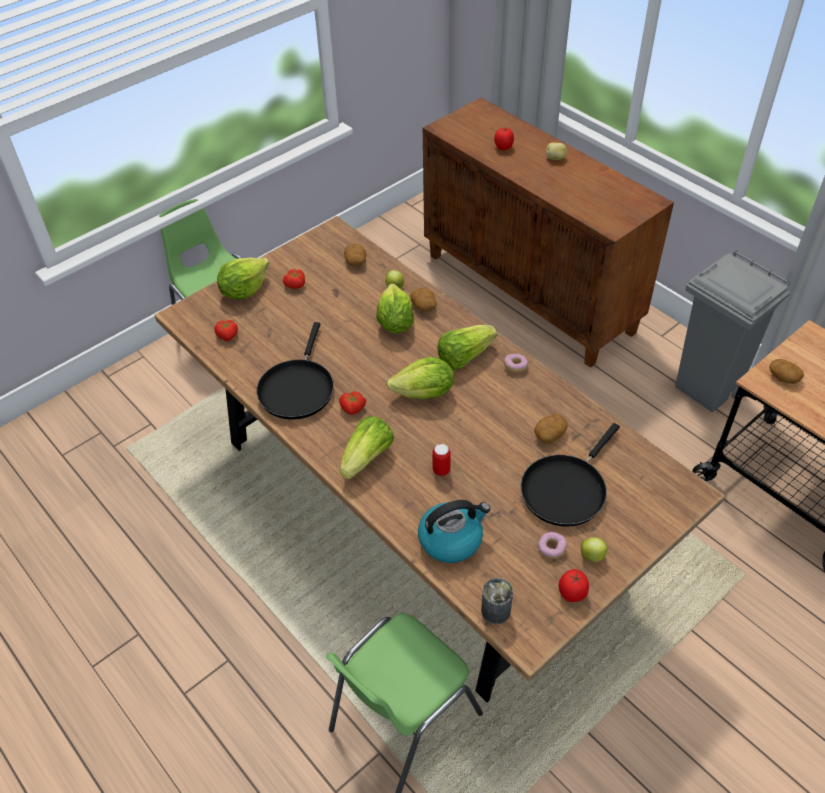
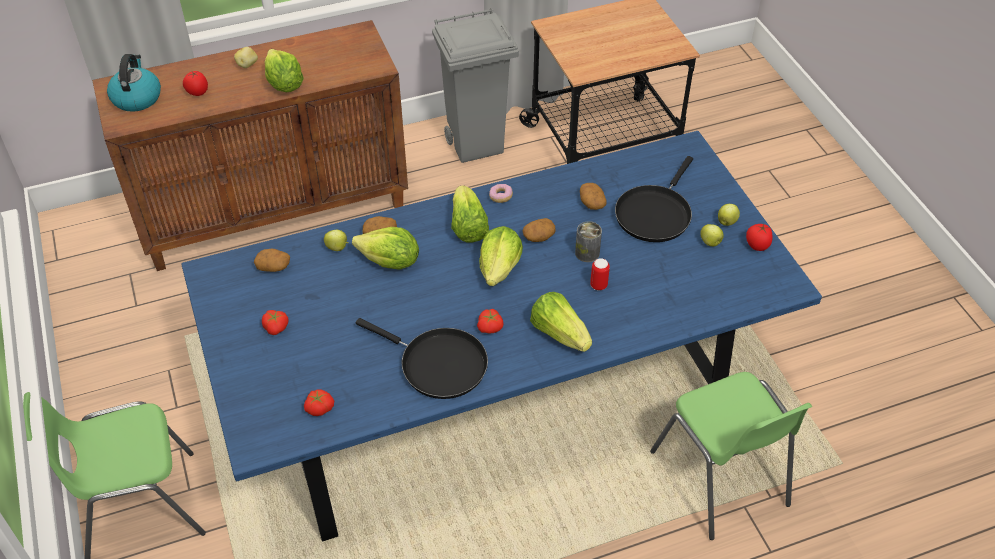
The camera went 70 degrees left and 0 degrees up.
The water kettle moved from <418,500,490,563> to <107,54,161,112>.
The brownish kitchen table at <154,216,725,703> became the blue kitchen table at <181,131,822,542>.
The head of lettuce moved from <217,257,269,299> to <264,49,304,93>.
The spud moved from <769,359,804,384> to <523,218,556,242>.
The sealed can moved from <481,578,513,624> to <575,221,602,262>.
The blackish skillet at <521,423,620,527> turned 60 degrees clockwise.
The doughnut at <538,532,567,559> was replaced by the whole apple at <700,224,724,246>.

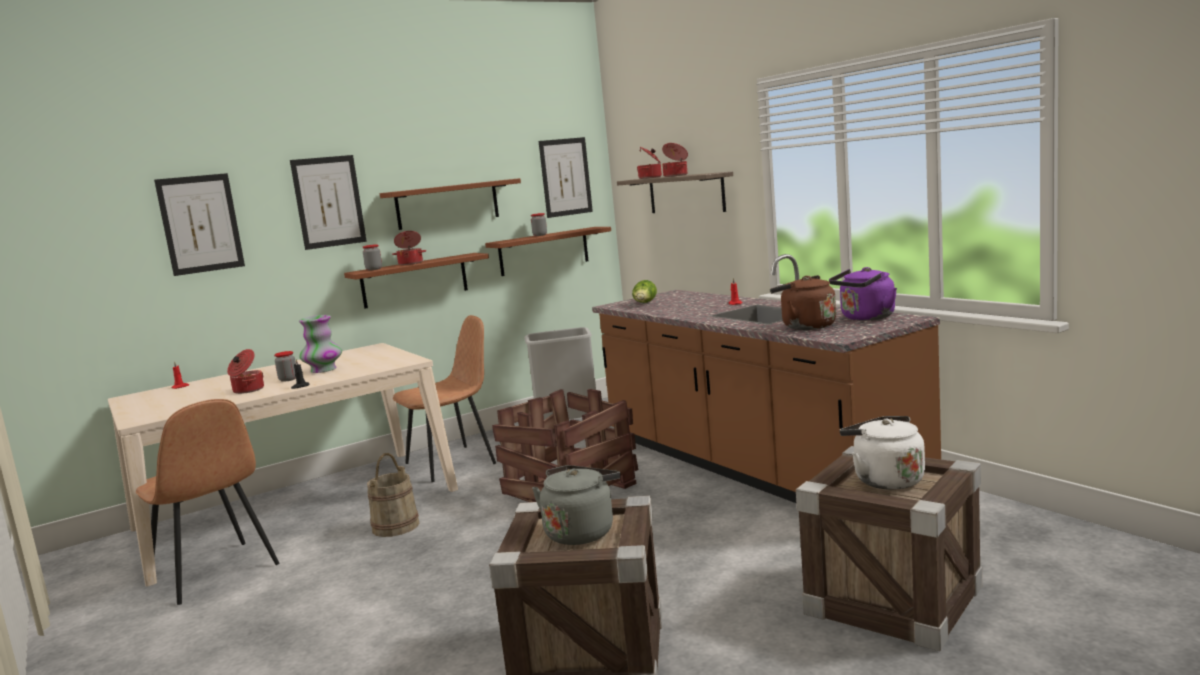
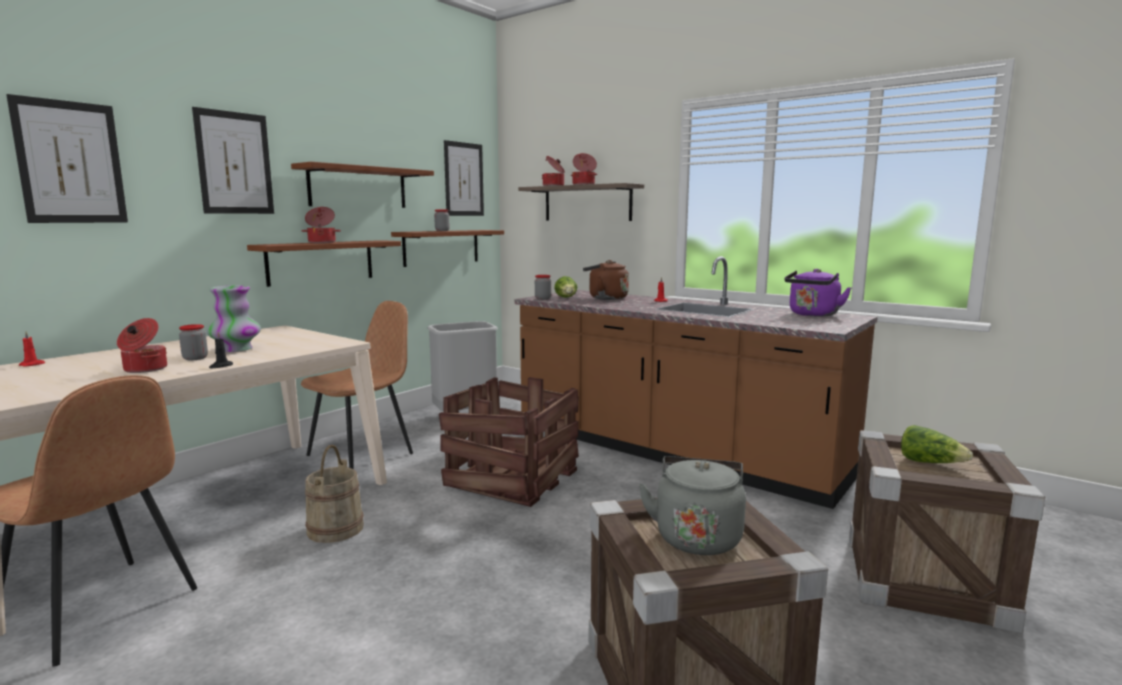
The camera went 20 degrees left and 0 degrees up.
The storage jar moved from <362,245,382,271> to <535,275,551,300>.
The brownish water kettle moved from <770,275,836,330> to <583,260,629,300>.
The whitish water kettle at <840,416,925,490> was replaced by the head of lettuce at <901,425,973,463>.

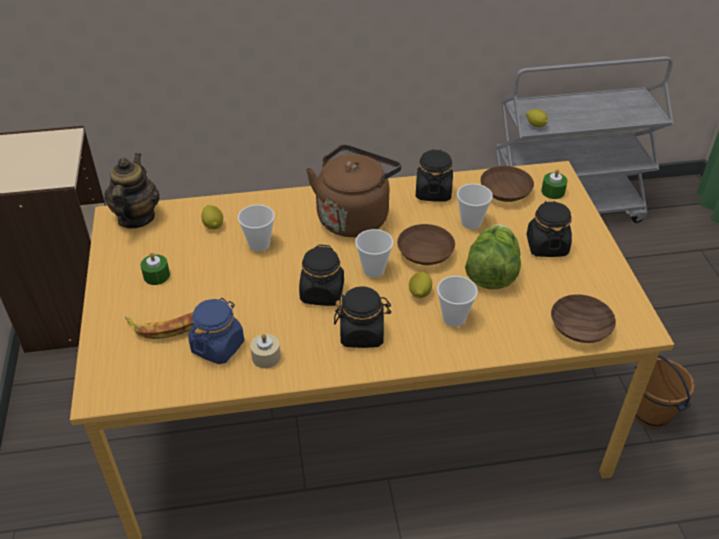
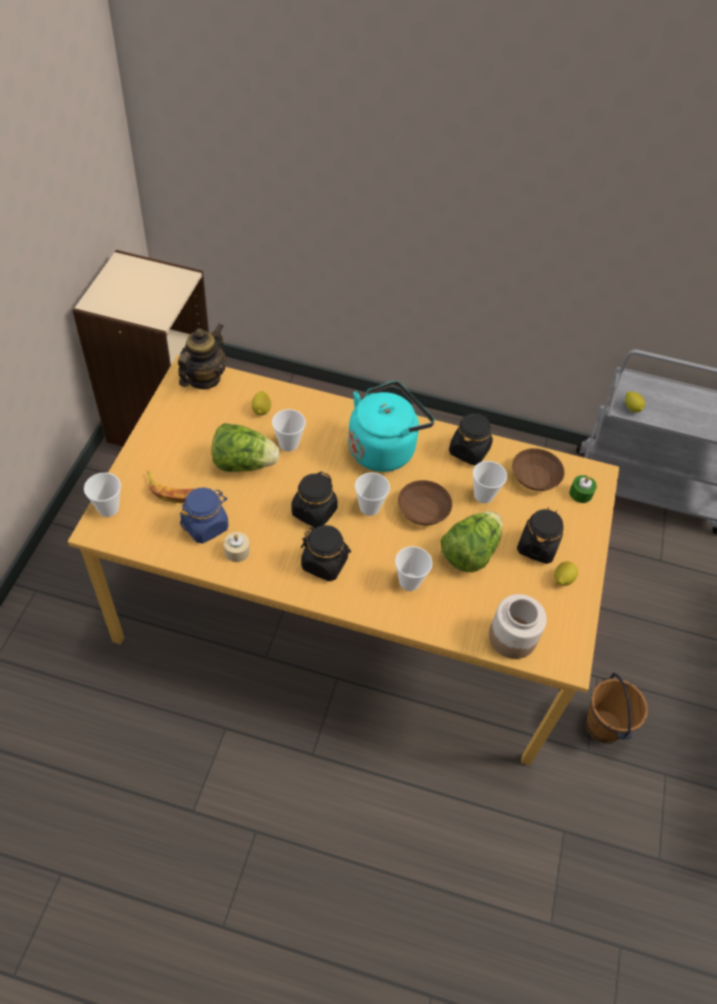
The camera went 20 degrees right and 10 degrees up.
The small cup at <84,473,121,517> appeared.
The head of lettuce at <212,423,279,472> appeared.
The brownish water kettle at <306,145,401,237> became the turquoise water kettle at <348,381,435,472>.
The brownish bowl at <551,294,616,343> was replaced by the storage jar at <489,594,547,659>.
The lemon moved from <409,272,432,298> to <554,561,578,586>.
The green-coloured wax candle at <140,252,170,285> disappeared.

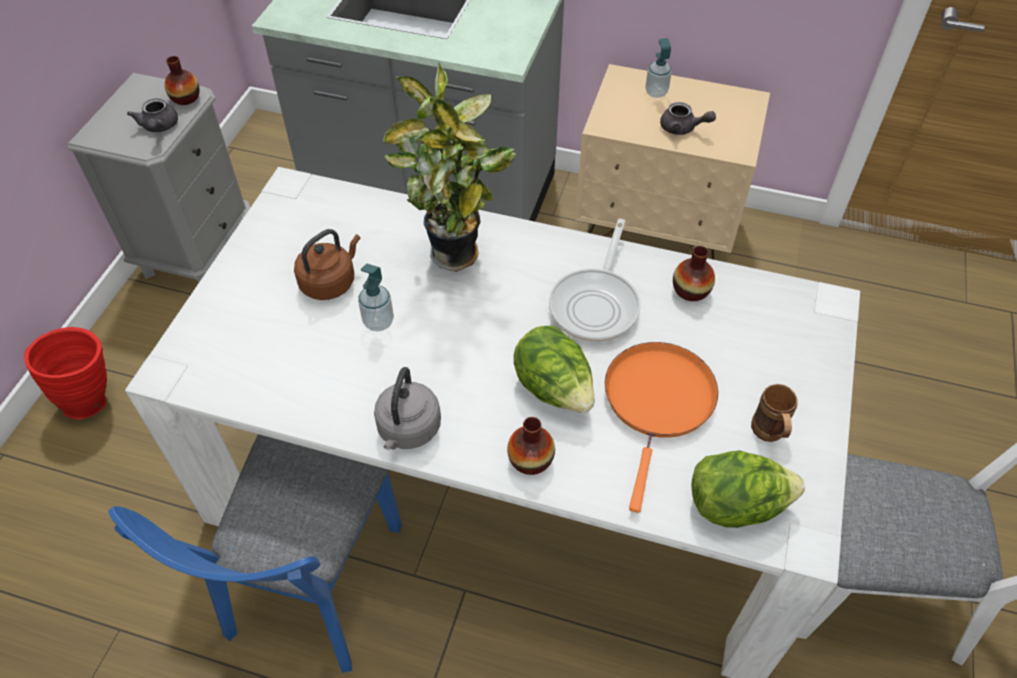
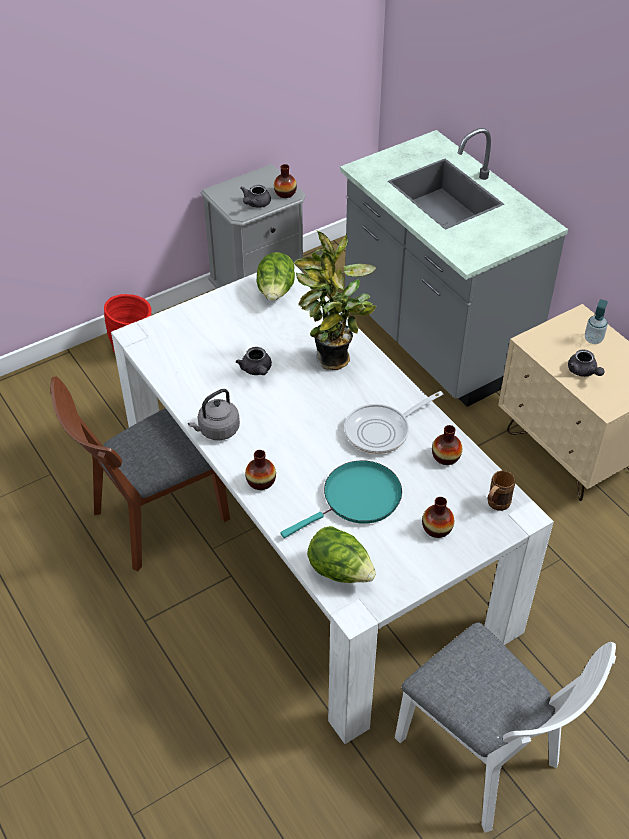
The camera went 40 degrees right and 5 degrees down.
The blue chair at <108,434,402,673> became the brownish chair at <50,376,230,571>.
The soap dispenser at <358,264,394,332> was replaced by the grey tea pot at <236,347,272,375>.
The head of lettuce moved from <514,326,594,413> to <256,252,295,301>.
The orange skillet at <605,342,718,513> became the turquoise skillet at <280,460,402,538>.
The vase at <422,497,454,538> appeared.
The brownish tea mug moved from <751,384,797,442> to <487,471,515,511>.
The brownish water kettle at <294,229,360,300> disappeared.

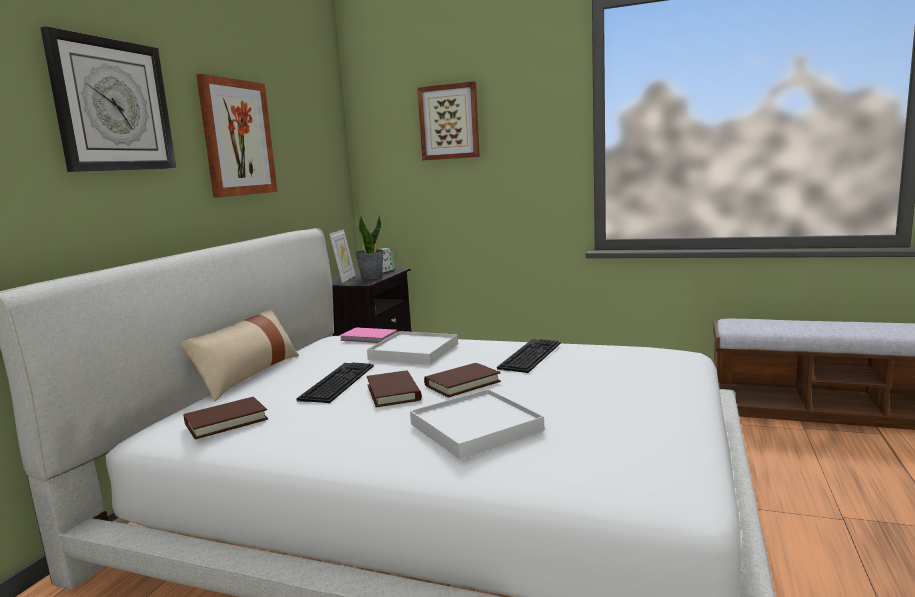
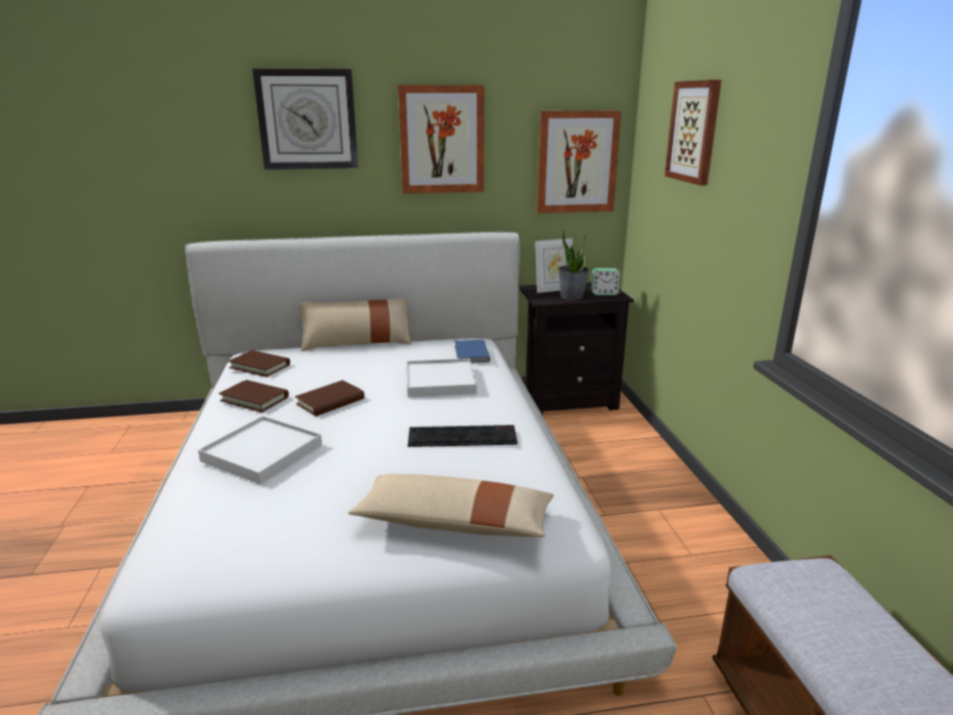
The camera went 60 degrees right and 10 degrees up.
The brownish bound book moved from <424,363,501,397> to <219,380,289,412>.
The beige-coloured pillow at <348,474,554,537> appeared.
The pink-coloured bound book at <339,327,398,343> became the blue bound book at <455,340,490,363>.
The wall art at <537,111,621,213> appeared.
The keyboard at <296,362,374,403> disappeared.

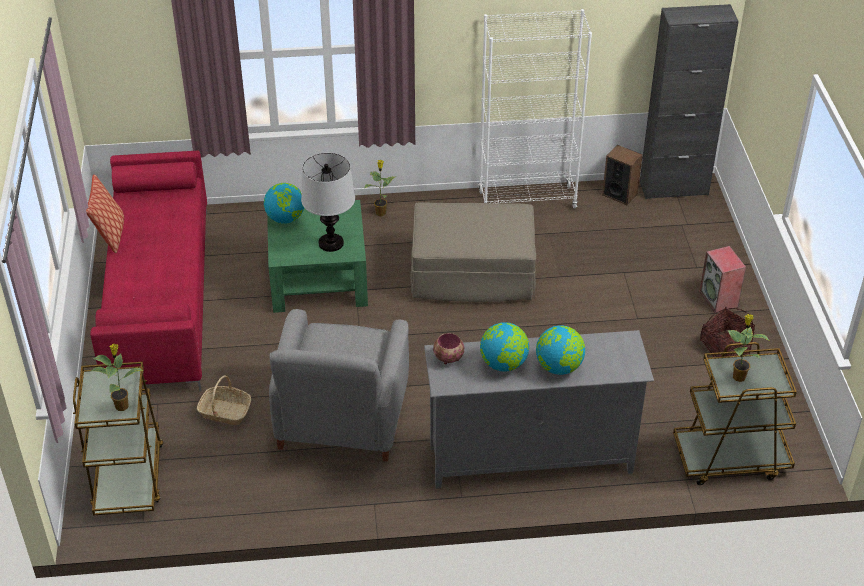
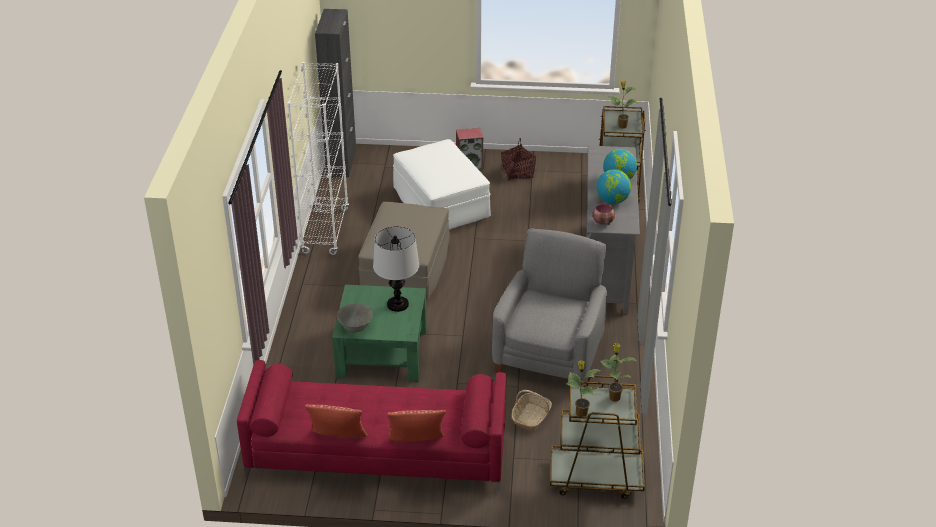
The camera went 80 degrees left and 5 degrees down.
The globe at <264,183,304,224> was replaced by the grey bowl at <337,303,373,332>.
The pillow at <387,410,446,441> appeared.
The whitish pouffe at <393,139,491,230> appeared.
The grey lounge chair at <269,309,409,462> turned 90 degrees counterclockwise.
The potted plant moved from <364,160,397,216> to <566,360,602,417>.
The audio speaker at <602,145,643,205> disappeared.

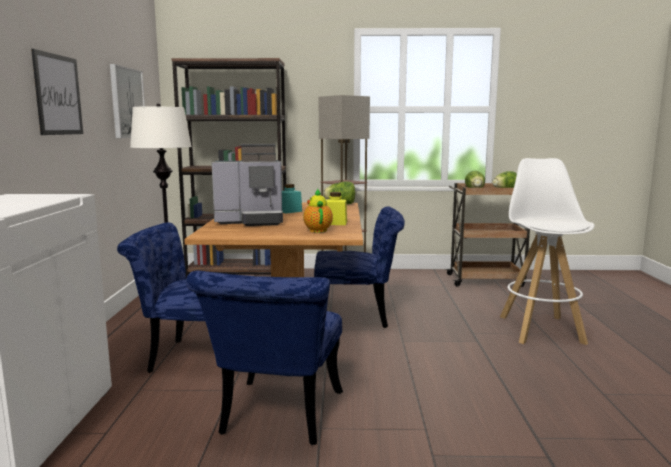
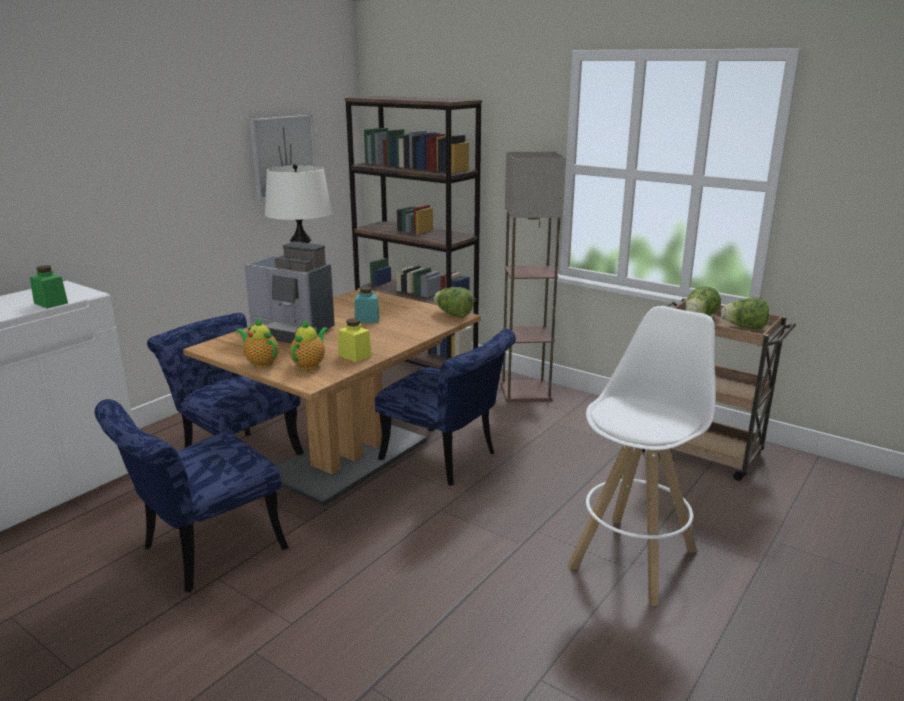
The camera went 35 degrees right and 10 degrees up.
The green-coloured storage jar at <30,265,68,309> appeared.
The tea pot at <236,317,279,367> appeared.
The wall art at <31,49,83,135> disappeared.

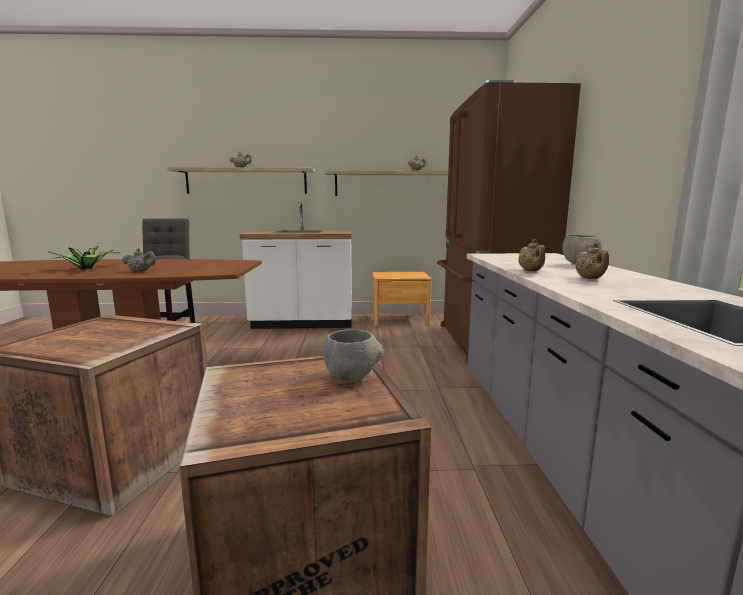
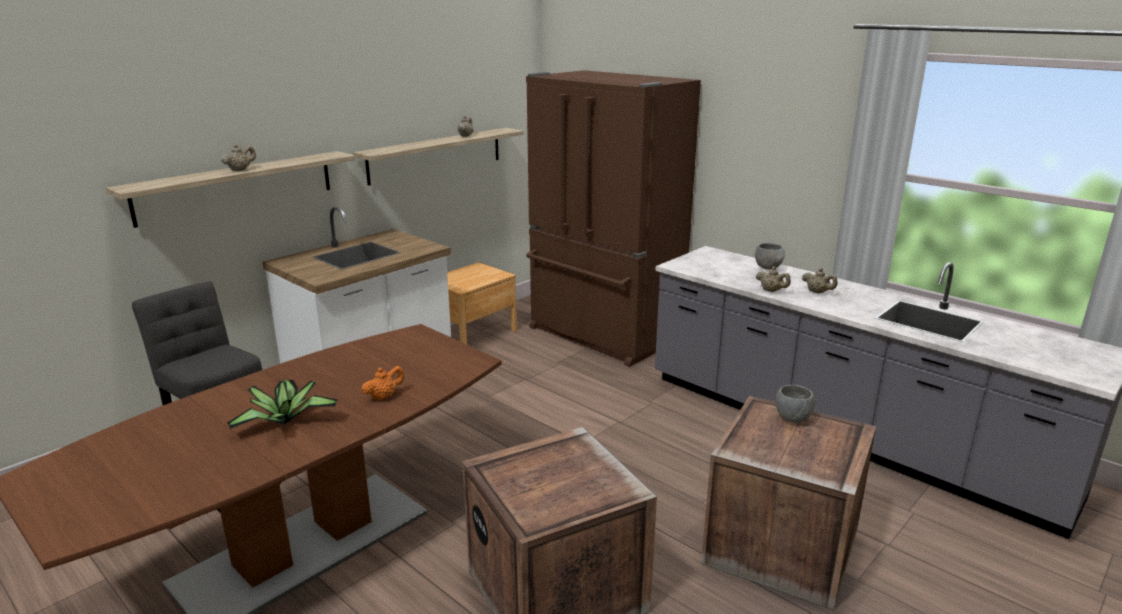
The camera went 45 degrees left and 10 degrees up.
The grey tea pot at <122,248,156,272> became the orange tea pot at <362,366,404,401>.

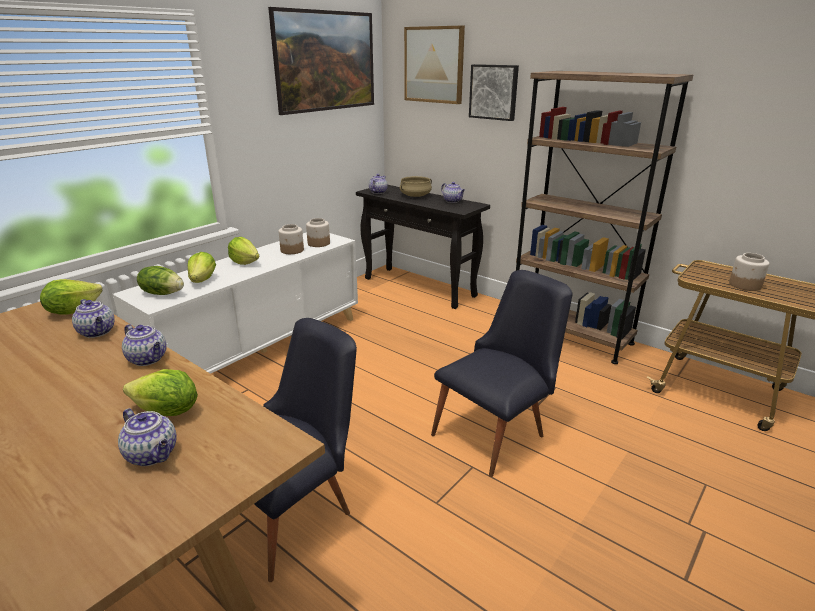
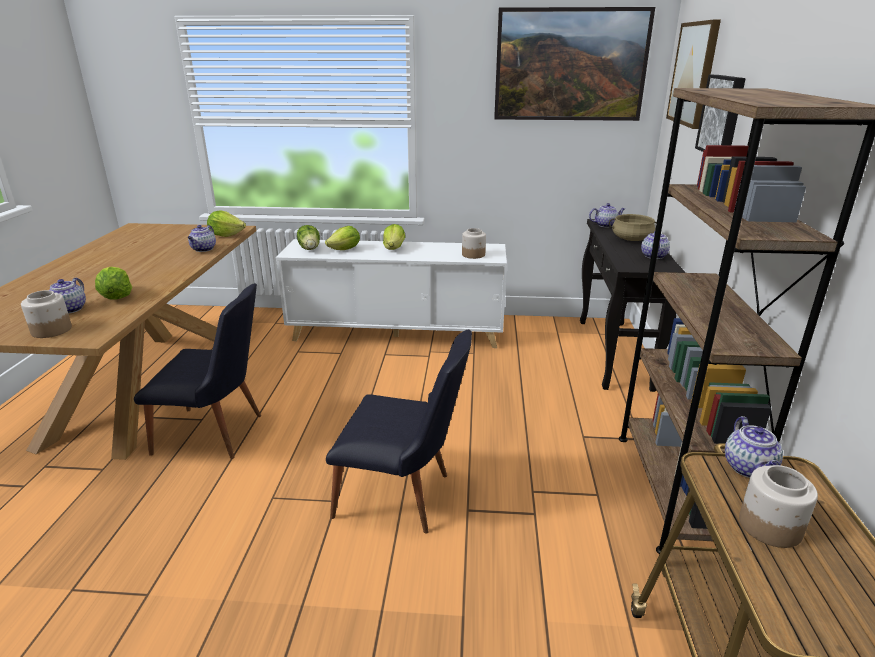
The camera went 55 degrees right and 0 degrees up.
The storage jar moved from <278,224,304,254> to <21,290,72,338>.
The tea pot moved from <122,324,166,366> to <725,416,783,478>.

